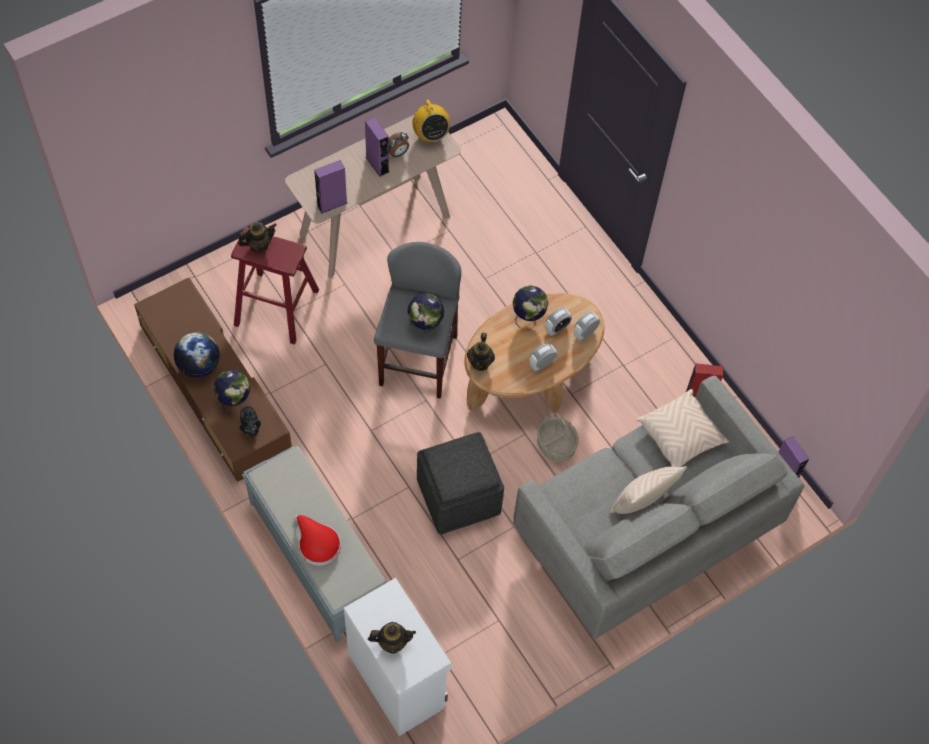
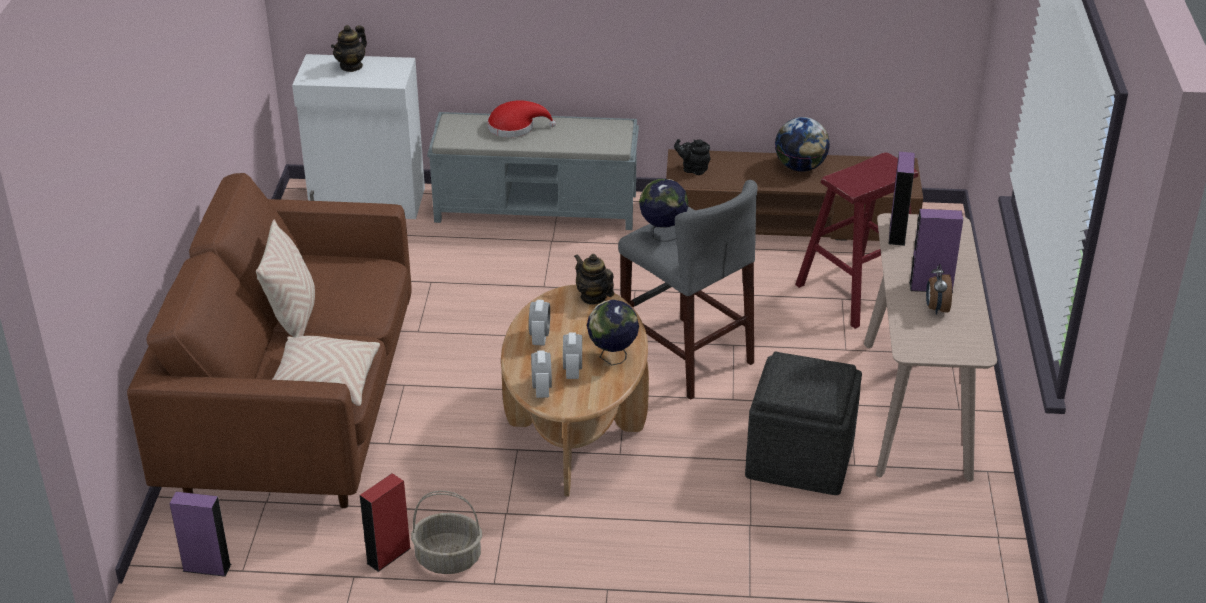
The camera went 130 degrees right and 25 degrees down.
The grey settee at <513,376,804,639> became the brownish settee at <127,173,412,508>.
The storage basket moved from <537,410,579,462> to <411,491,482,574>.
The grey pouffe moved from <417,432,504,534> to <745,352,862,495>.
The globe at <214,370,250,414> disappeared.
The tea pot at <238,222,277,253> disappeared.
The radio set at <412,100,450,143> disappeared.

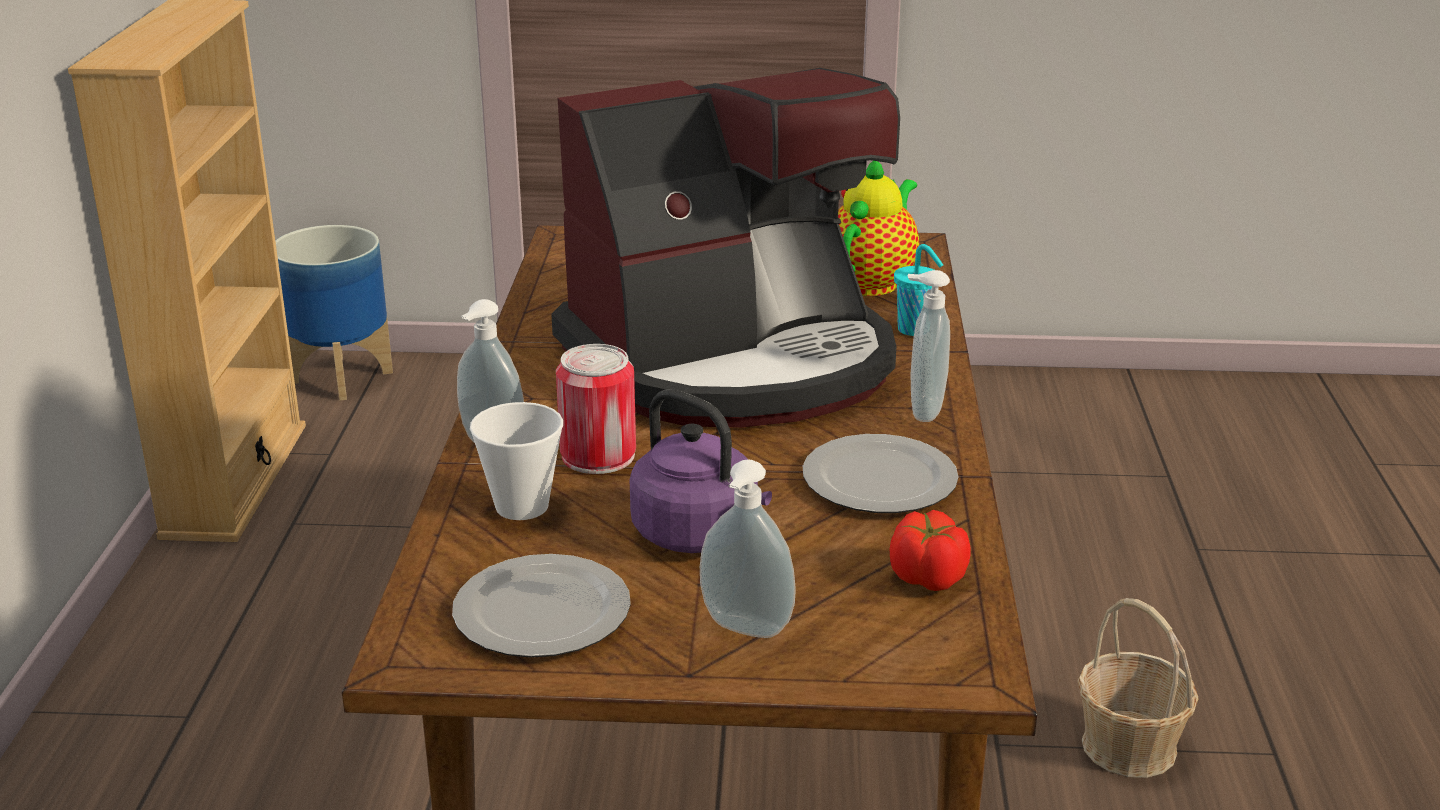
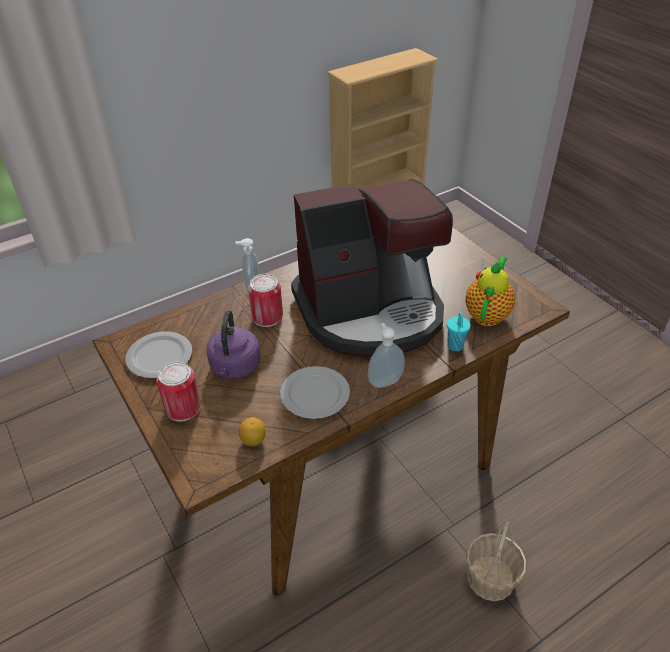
The camera went 55 degrees right and 15 degrees up.
The soap dispenser at <700,459,796,638> was replaced by the sealed can at <157,362,201,422>.
The whole tomato at <890,510,970,591> was replaced by the lemon at <238,417,266,446>.
The coffee machine at <551,68,900,428> turned 45 degrees counterclockwise.
The tea pot at <838,161,919,296> turned 60 degrees counterclockwise.
The flower pot at <275,225,393,400> disappeared.
The small cup at <470,402,563,520> disappeared.

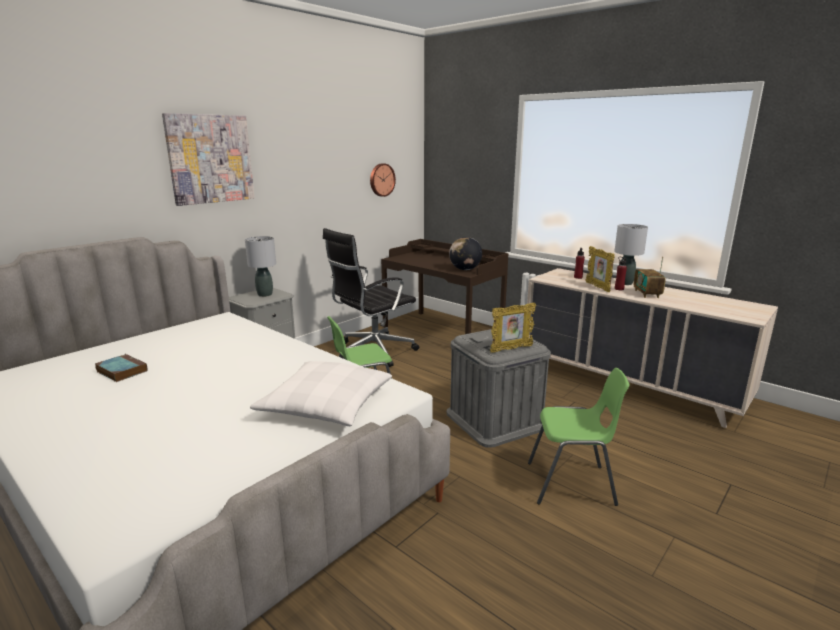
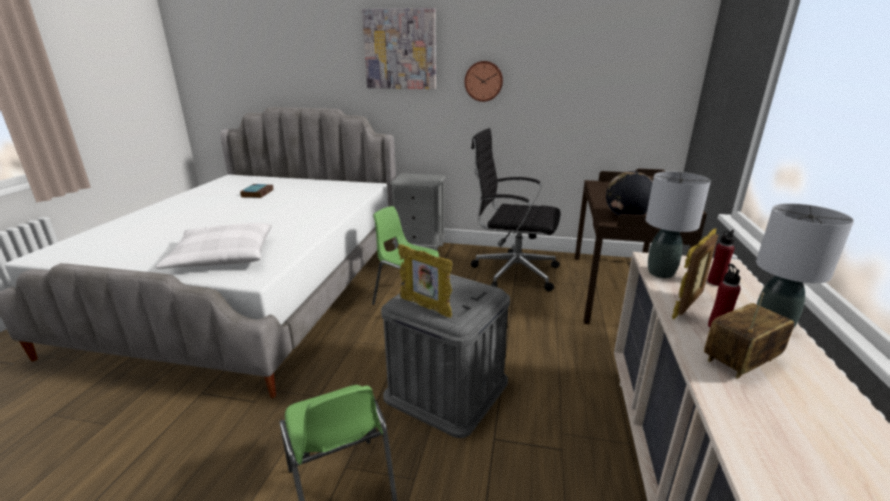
The camera went 60 degrees right and 5 degrees up.
The clock on the wall moved from <370,163,396,197> to <465,61,503,102>.
The grey table lamp moved from <245,236,276,297> to <646,171,711,278>.

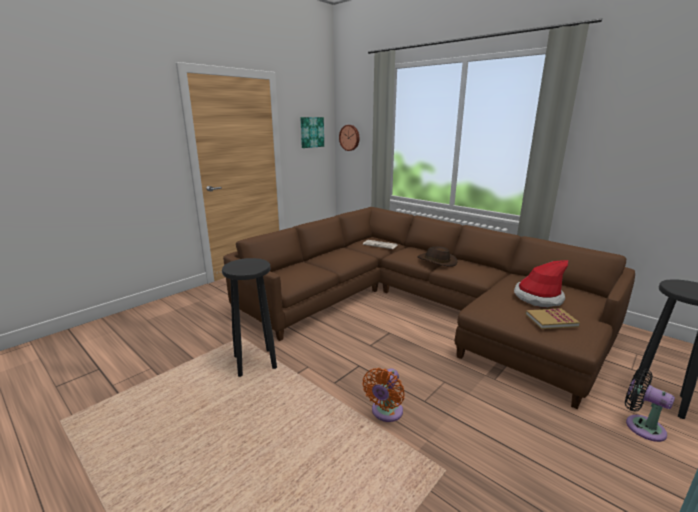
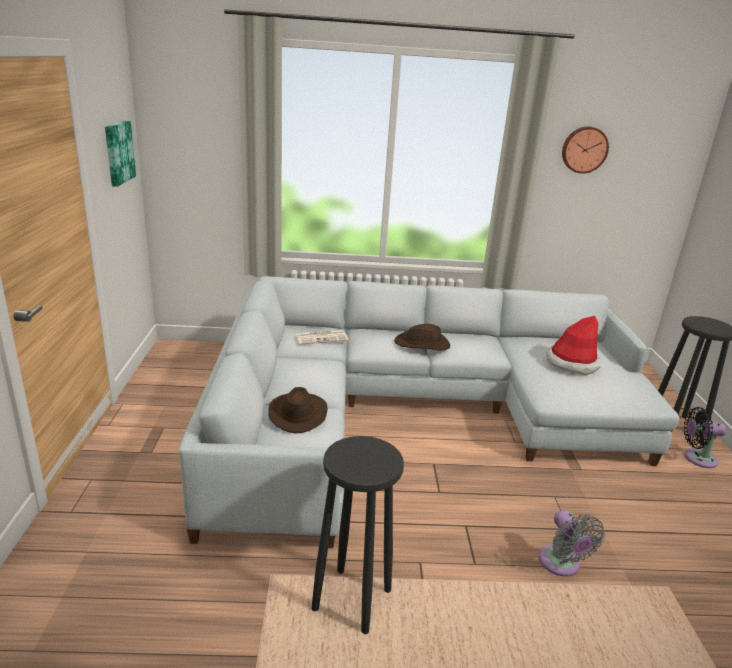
The camera went 45 degrees left and 5 degrees up.
The brownish settee at <223,207,635,409> became the grey settee at <179,277,679,548>.
The brownish hat at <268,387,328,434> appeared.
The orange electric fan at <362,368,405,422> became the grey electric fan at <539,510,605,577>.
The clock on the wall moved from <339,125,359,151> to <562,126,609,174>.
The bound book at <525,308,580,329> disappeared.

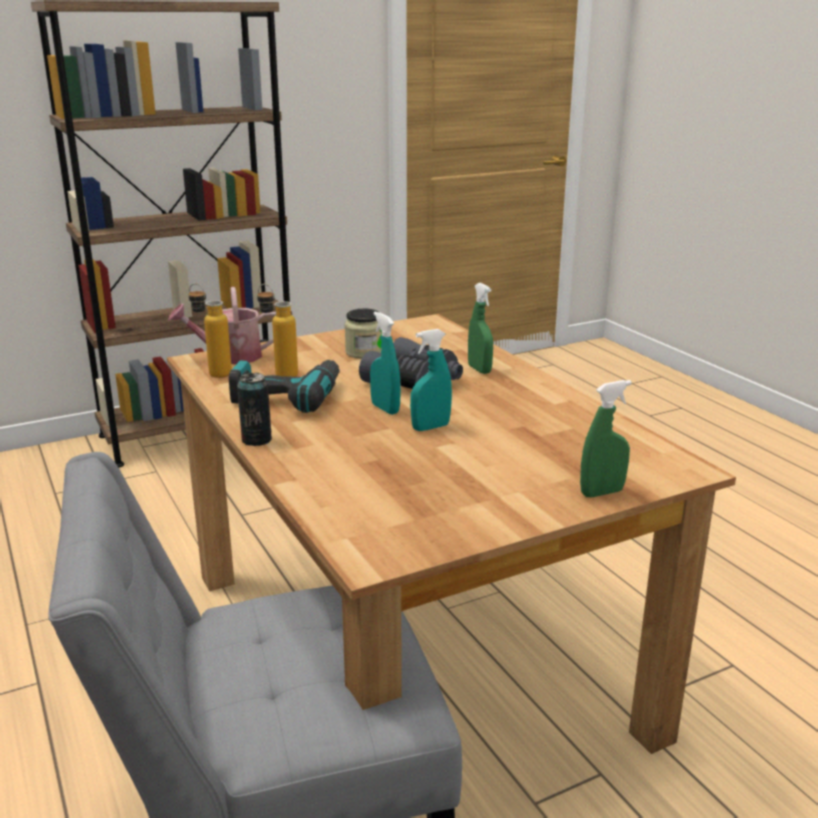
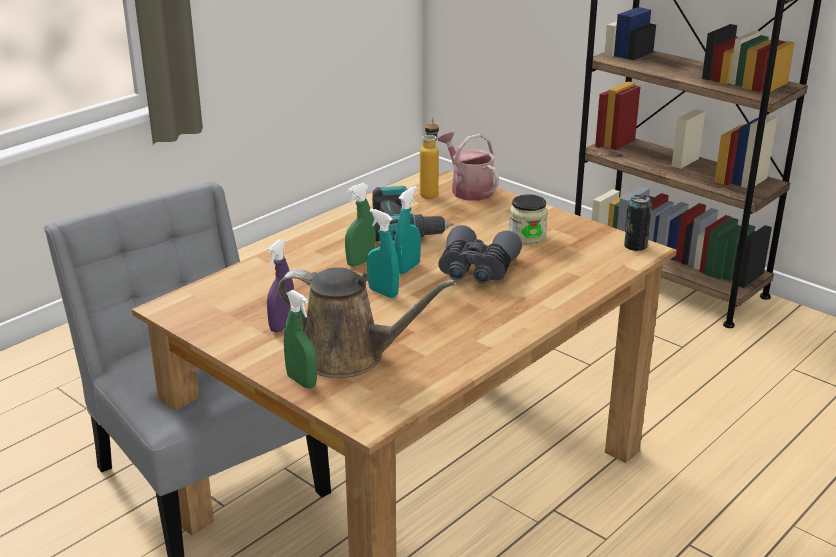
The camera went 70 degrees right and 5 degrees up.
The purple-coloured spray bottle at <267,239,294,333> appeared.
The brownish sprinkling can at <277,267,456,378> appeared.
The green-coloured spray bottle moved from <468,283,493,374> to <345,183,376,266>.
The sealed can moved from <237,373,272,446> to <624,195,652,251>.
The bottle at <257,284,298,377> disappeared.

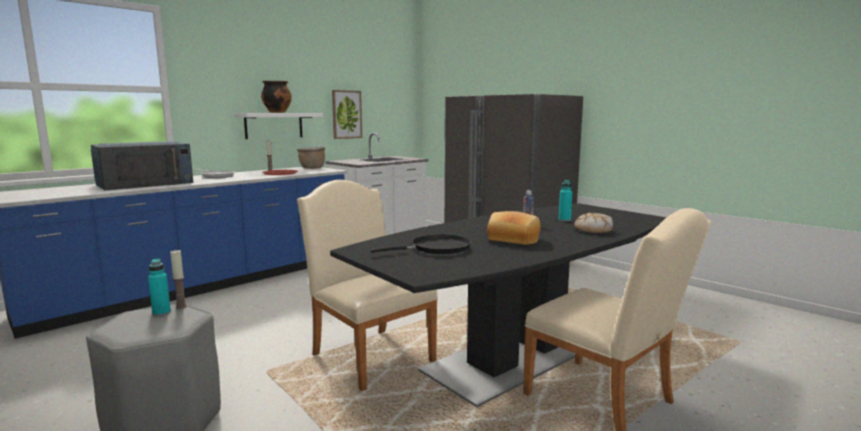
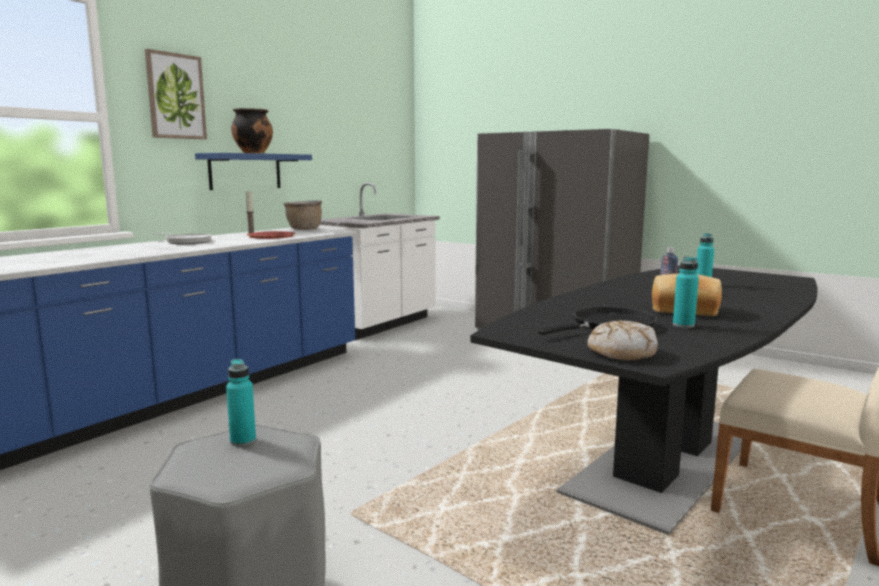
The camera went 10 degrees left and 0 degrees up.
The wall art moved from <332,90,362,139> to <145,49,207,140>.
The whitish wall shelf at <234,113,323,139> became the blue wall shelf at <195,153,312,190>.
The baked bread moved from <574,213,613,233> to <588,320,658,361>.
The turquoise bottle at <673,257,699,328> appeared.
The blue microwave oven at <91,141,193,190> disappeared.
The wax candle at <170,250,187,309> disappeared.
The beige-coloured chair at <297,180,438,391> disappeared.

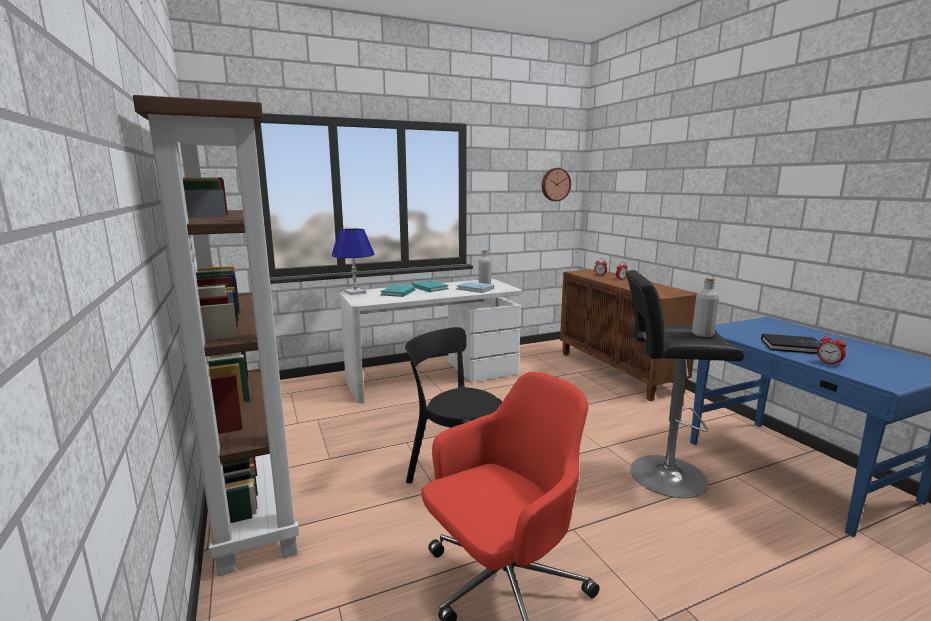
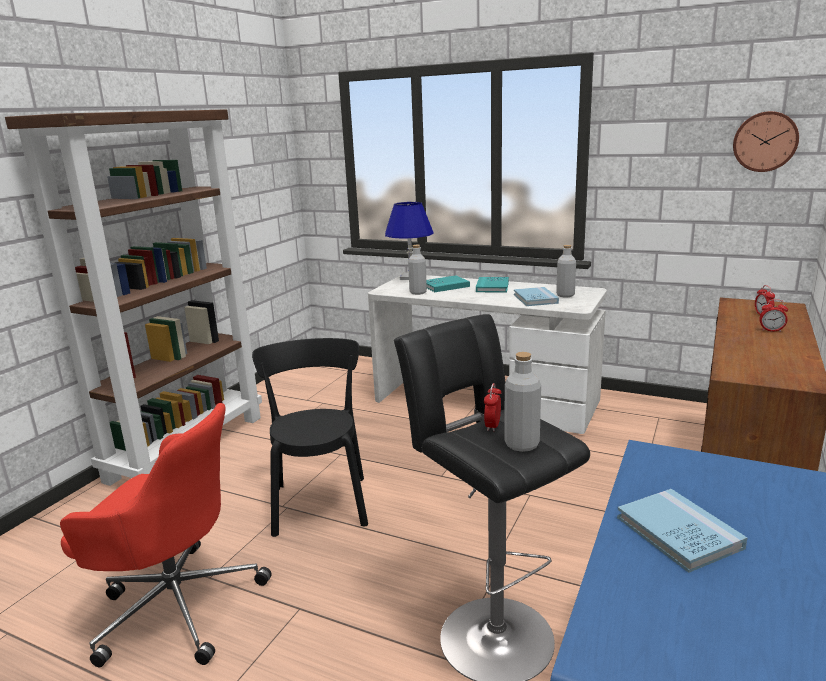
The camera went 50 degrees right and 5 degrees up.
The grey bottle at <408,245,427,295> appeared.
The alarm clock moved from <817,333,846,366> to <484,383,502,432>.
The blackish bound book at <761,334,821,354> became the blue bound book at <617,489,747,573>.

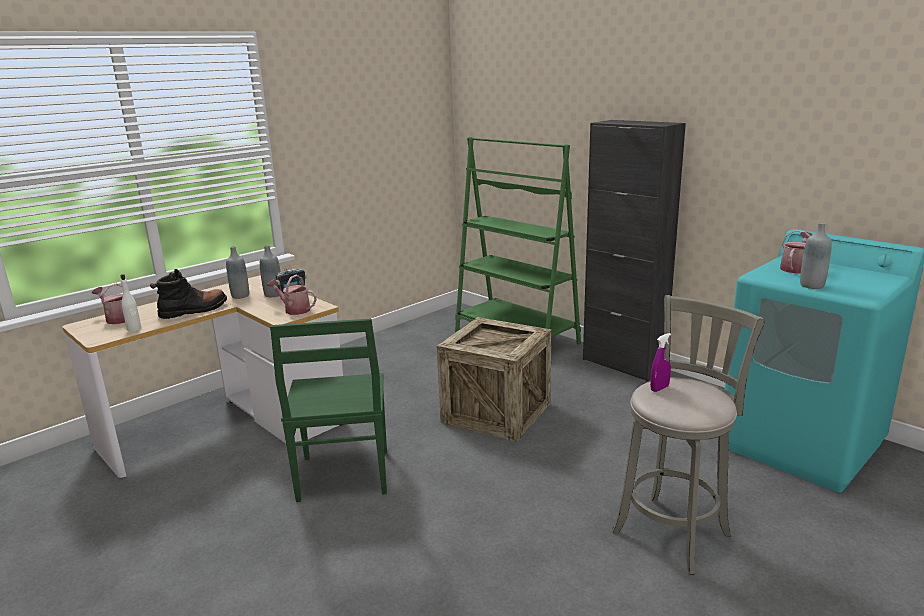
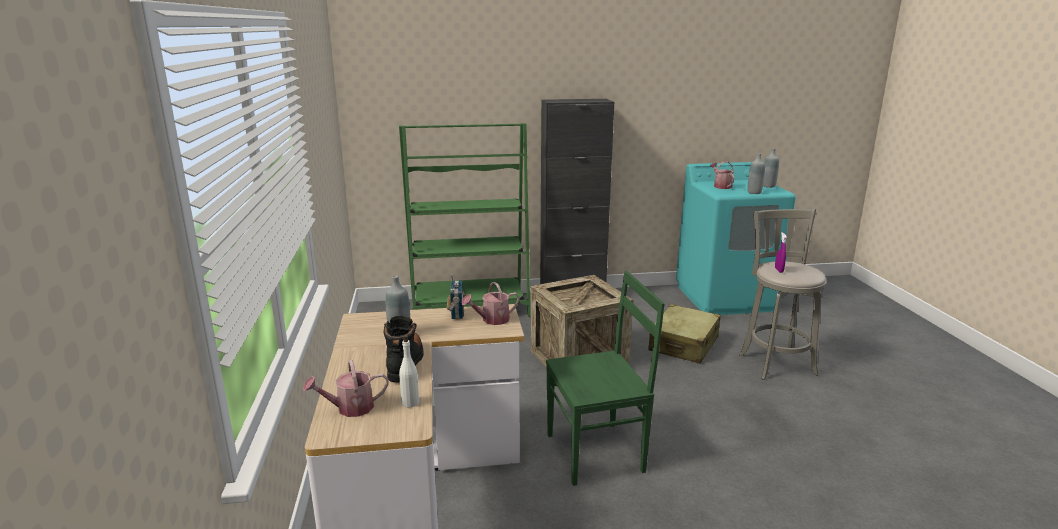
The camera went 55 degrees left and 0 degrees up.
The green-coloured chair at <270,318,387,502> turned 45 degrees counterclockwise.
The beige-coloured piece of luggage at <648,304,721,364> appeared.
The grey bottle moved from <260,245,280,297> to <763,148,779,188>.

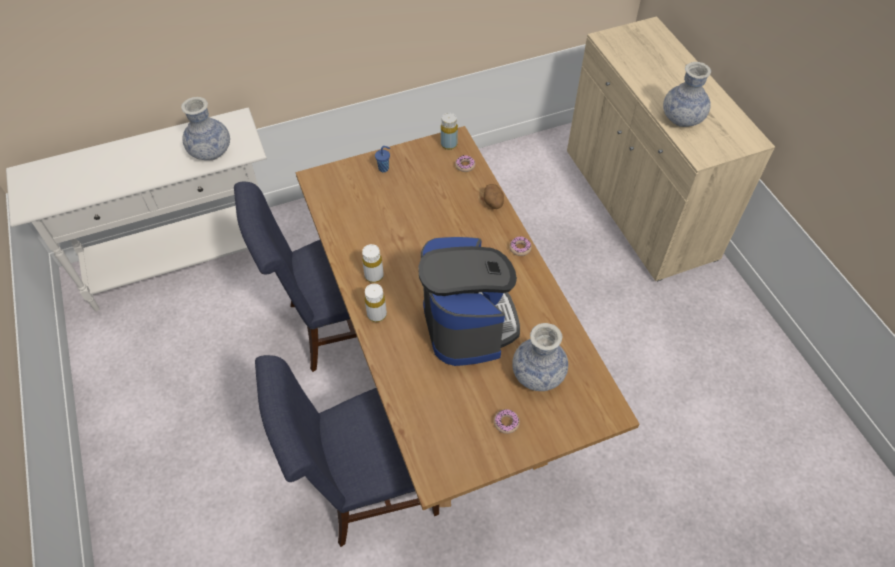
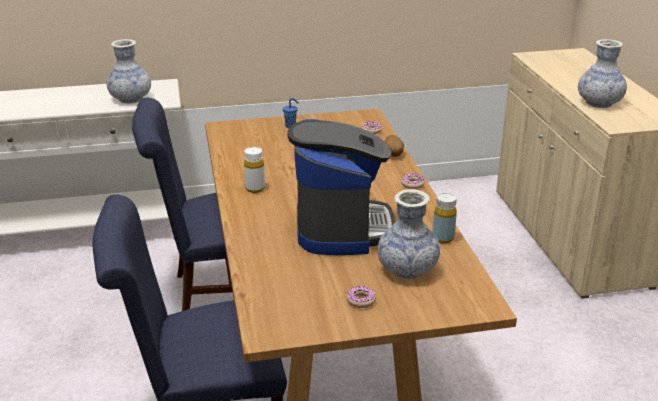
The camera went 10 degrees right and 25 degrees down.
The yellowish bottle moved from <441,113,458,150> to <433,193,457,244>.
The whitish bottle at <365,284,387,322> disappeared.

